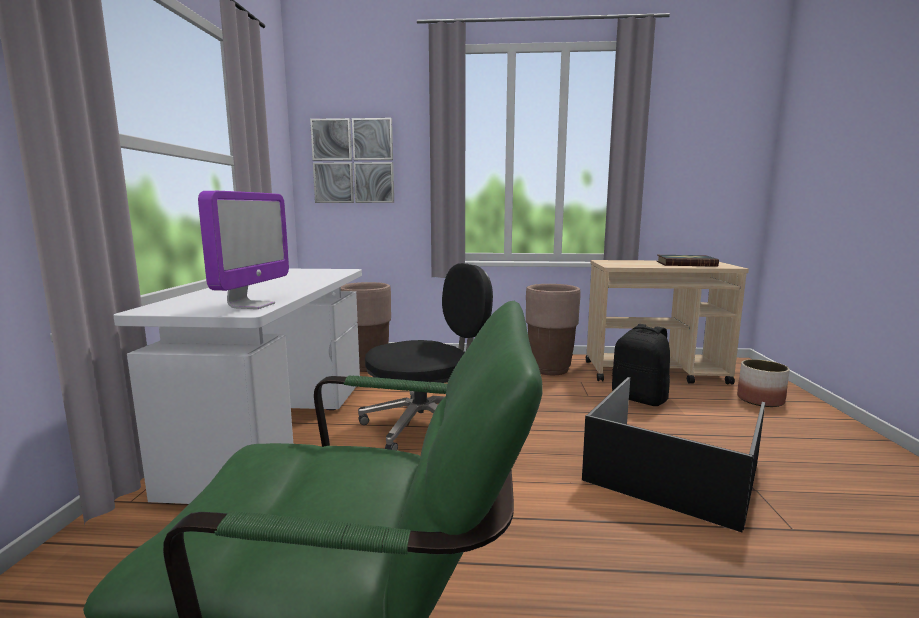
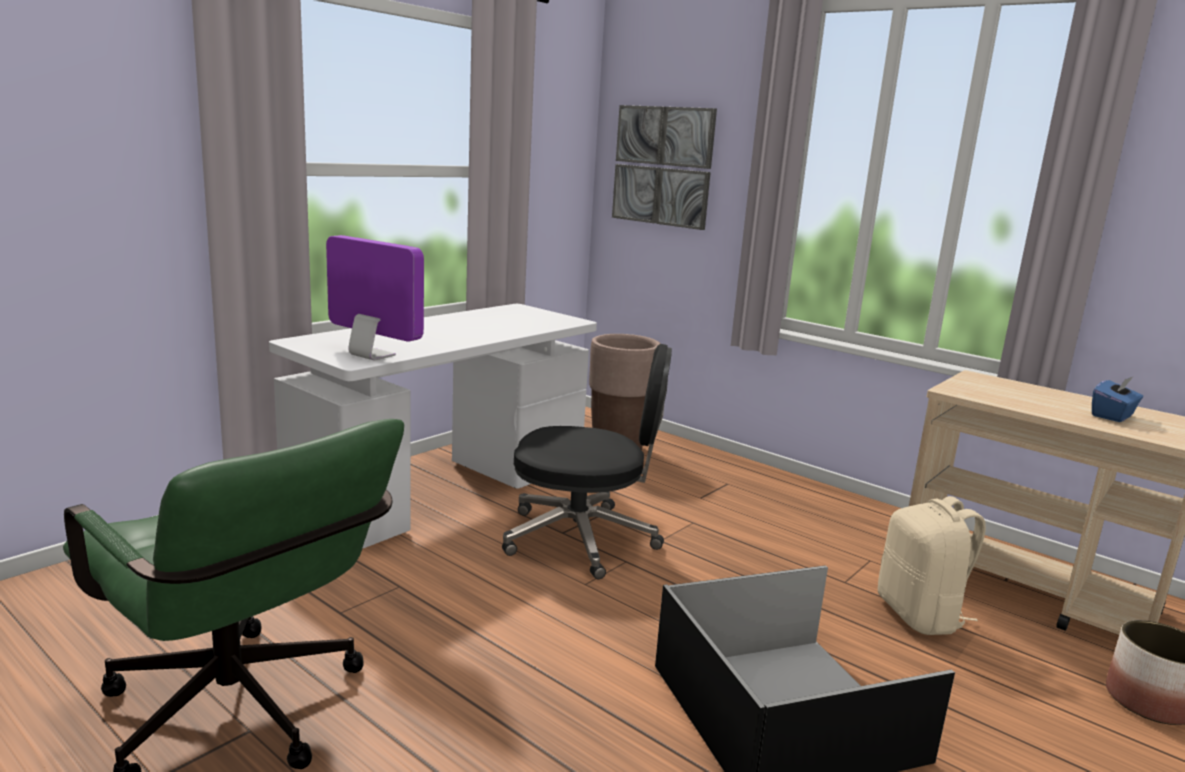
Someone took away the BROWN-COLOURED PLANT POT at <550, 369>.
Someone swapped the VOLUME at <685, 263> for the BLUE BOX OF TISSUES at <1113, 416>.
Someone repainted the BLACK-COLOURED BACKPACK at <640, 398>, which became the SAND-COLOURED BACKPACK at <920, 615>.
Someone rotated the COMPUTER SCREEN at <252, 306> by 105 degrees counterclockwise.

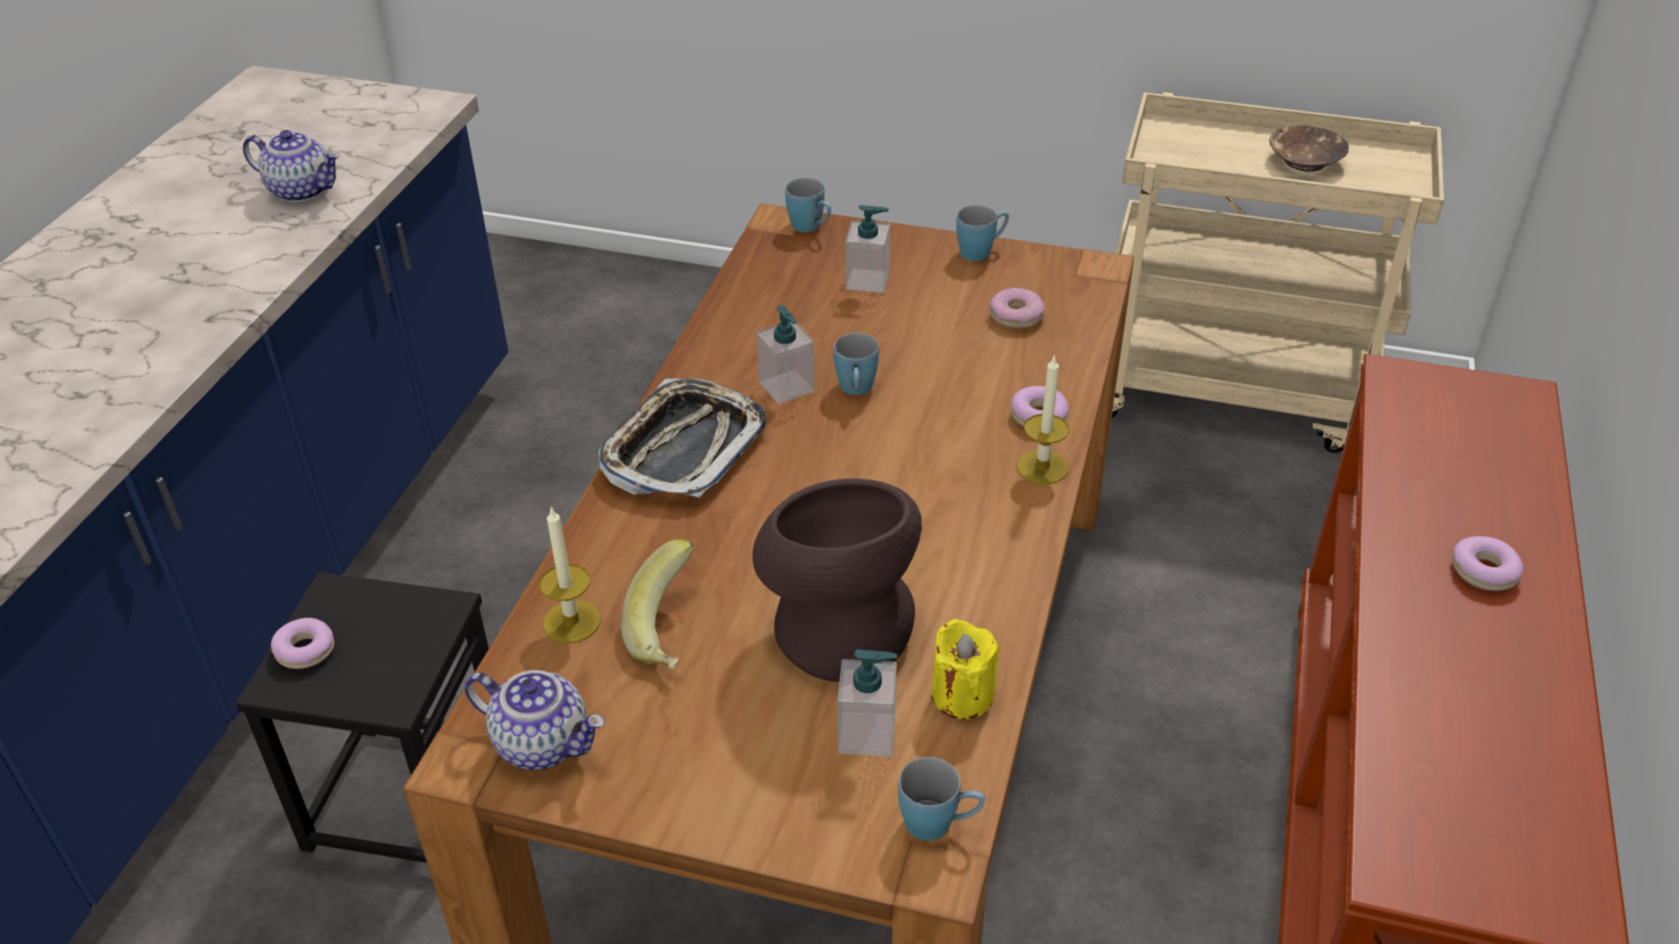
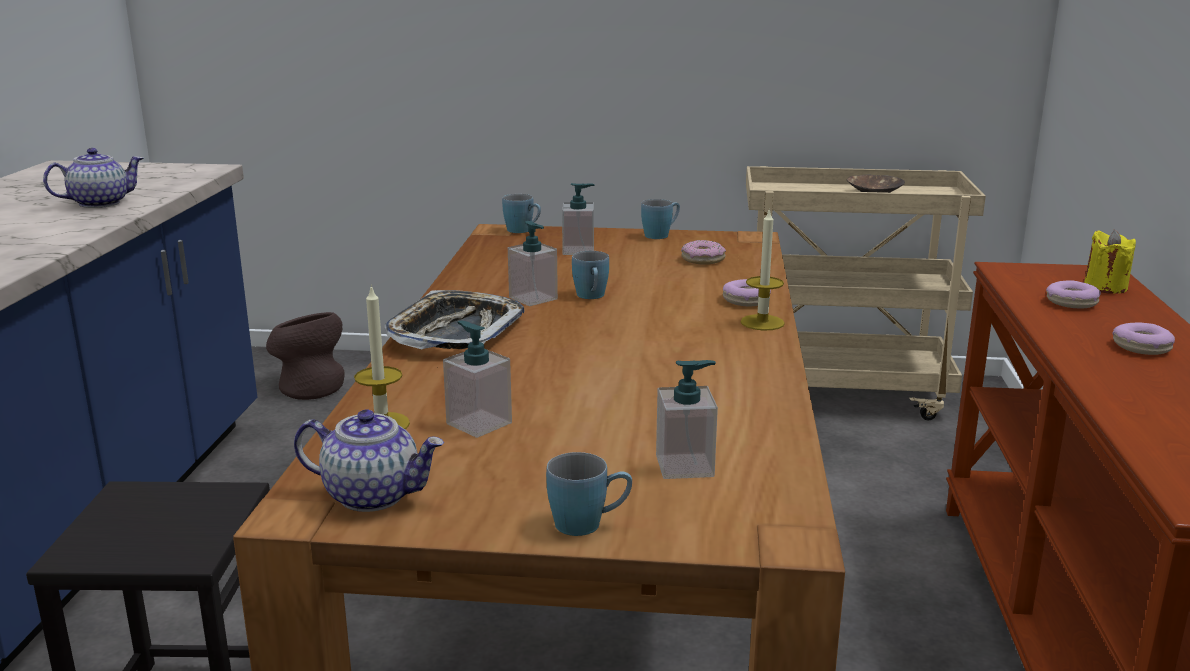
Someone carried the RING DOUGHNUT from <305, 650> to <1071, 302>.
Someone carried the BROWN-COLOURED FLOWER VASE from <837, 626> to <309, 386>.
Someone carried the BLUE TEA MUG from <939, 823> to <589, 524>.
Someone carried the YELLOWISH WAX CANDLE from <962, 695> to <1105, 287>.
Someone swapped the WHOLE BANANA at <672, 631> for the LIQUID SOAP BOTTLE at <478, 423>.
Someone rotated the POT FOR TEA at <302, 190> by 45 degrees counterclockwise.

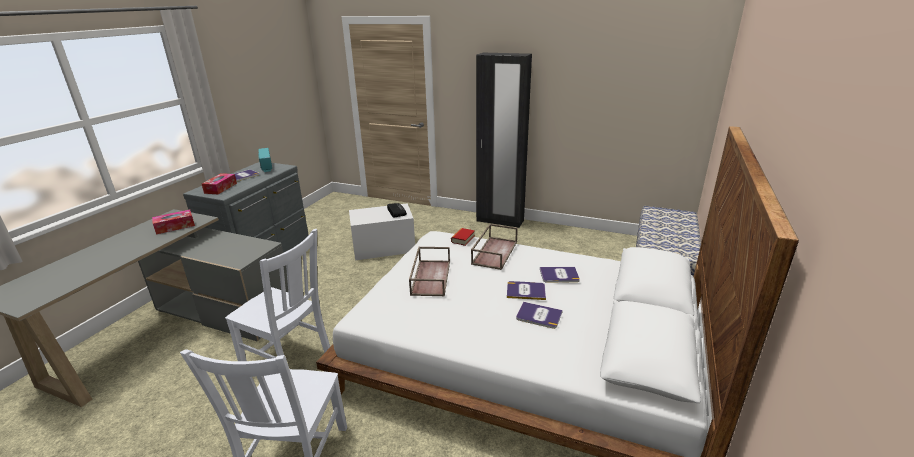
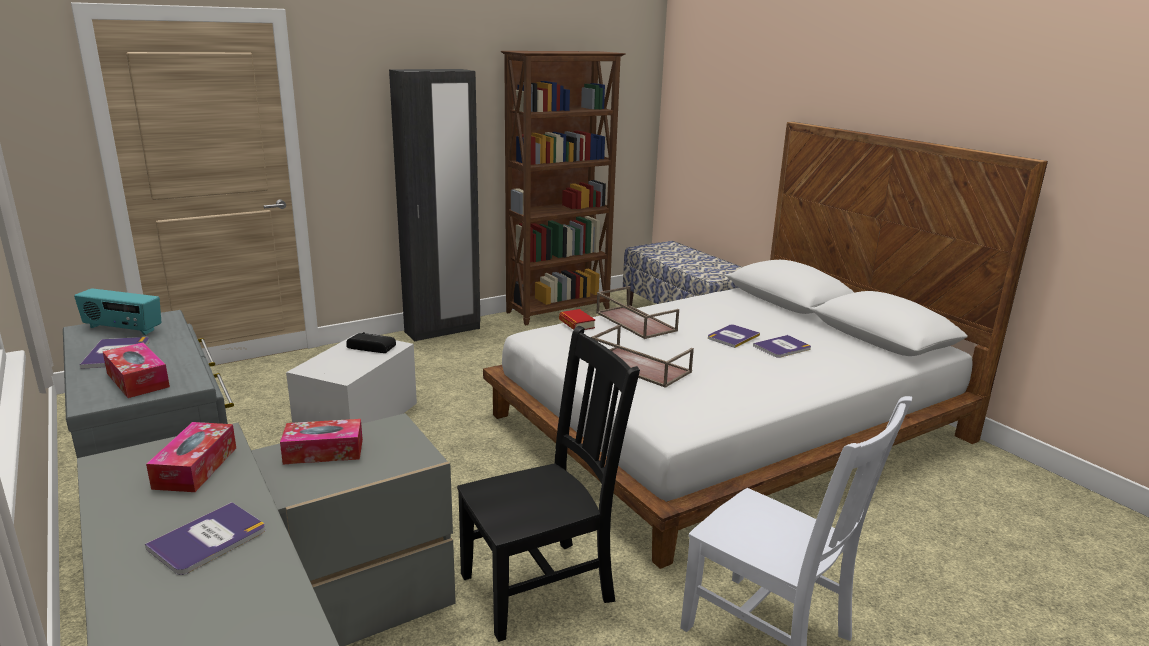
Someone put down the BOX OF TISSUES at <323, 451>.
Someone put down the BROWN-COLOURED BOOKCASE at <559, 311>.
Someone carried the VOLUME from <559, 275> to <208, 539>.
Someone repainted the WHITE UPRIGHT CHAIR at <288, 360>, which became the BLACK-COLOURED UPRIGHT CHAIR at <542, 586>.

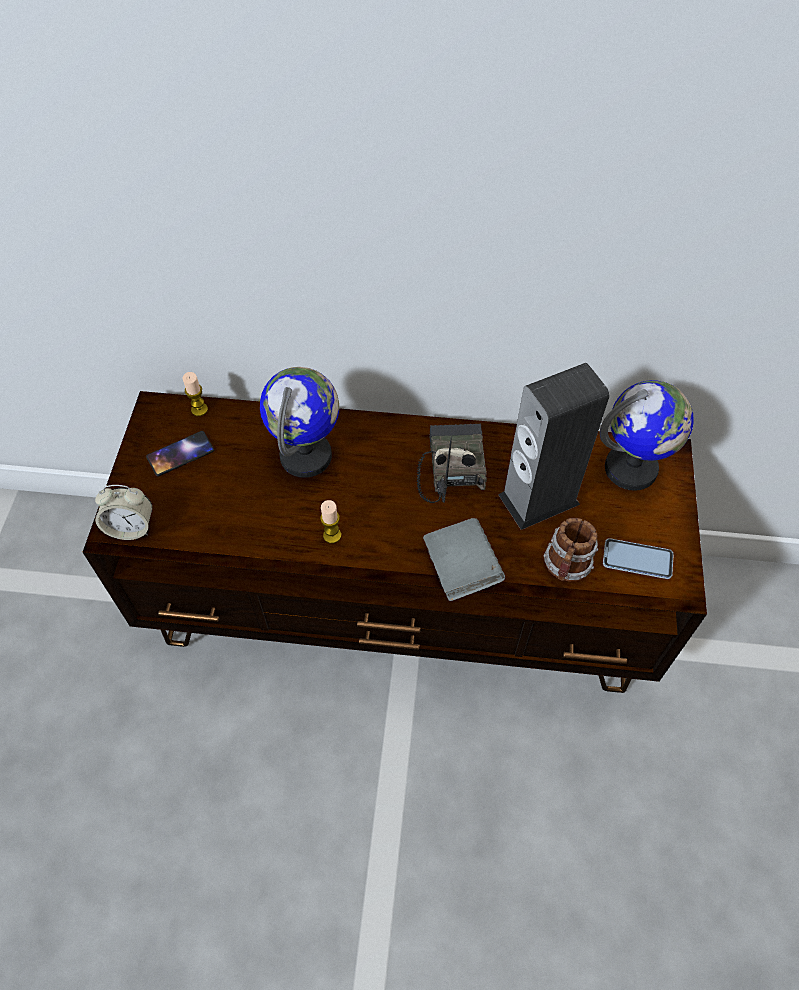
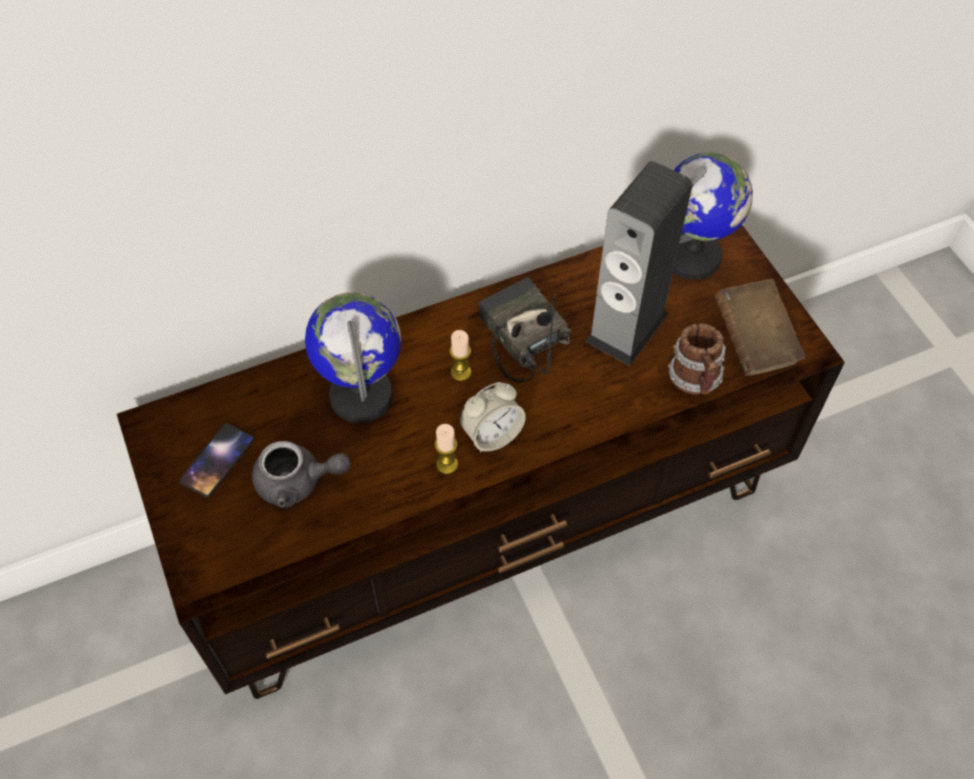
Someone took away the GRAY VOLUME at <461, 569>.
Someone put down the GRAY POT FOR TEA at <298, 482>.
Someone carried the BEDSIDE CLOCK from <131, 527> to <492, 435>.
Someone carried the WAX CANDLE from <199, 409> to <461, 372>.
Someone swapped the TELEPHONE at <637, 559> for the BROWN-COLOURED VOLUME at <753, 341>.

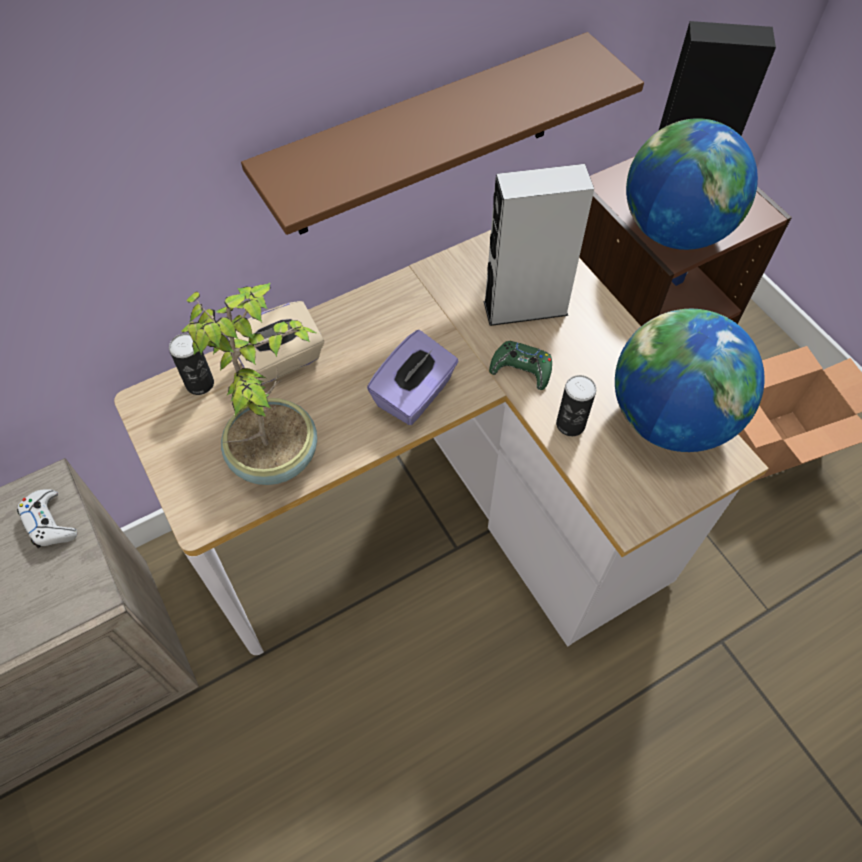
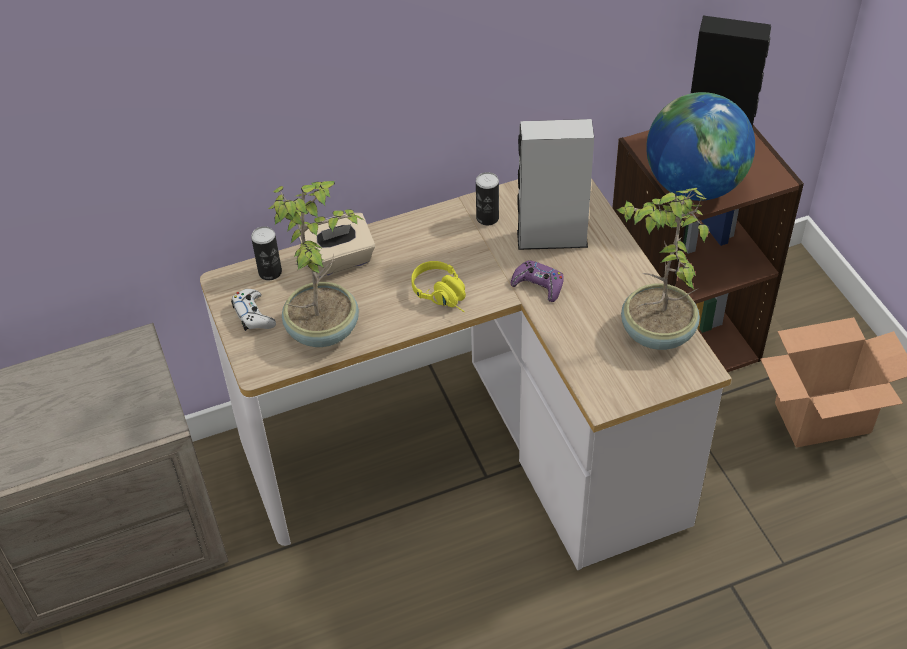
Someone took away the BROWN-COLOURED BRACKET SHELF at <425, 139>.
Someone carried the WHITE GAME CONTROLLER from <49, 523> to <253, 315>.
Someone carried the METAL CAN from <570, 424> to <487, 218>.
Someone swapped the PURPLE-COLOURED BOX OF TISSUES at <414, 394> for the YELLOWISH PAIR OF HEADPHONES at <444, 296>.
Someone swapped the WORLD GLOBE at <669, 418> for the HOUSEPLANT at <656, 333>.
Someone repainted the GREEN-COLOURED GAME CONTROLLER at <521, 369>, which became the PURPLE-COLOURED GAME CONTROLLER at <538, 285>.

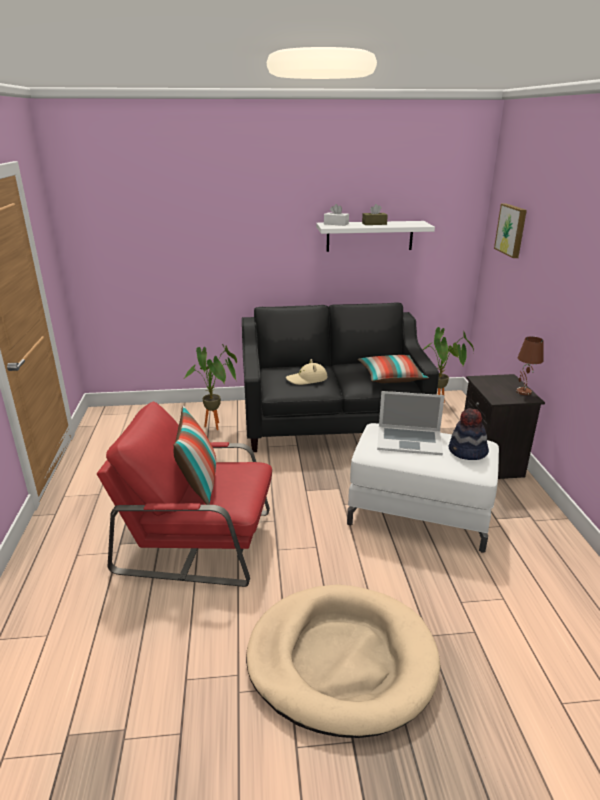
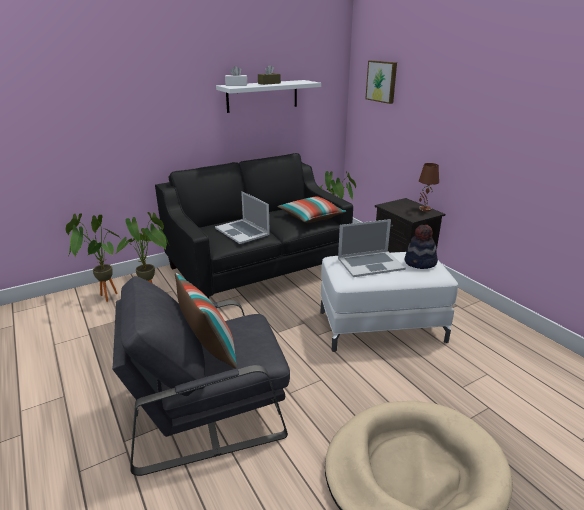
Someone put down the HOUSEPLANT at <103, 298>.
Someone swapped the SAND-COLOURED WEARABLE HAT at <307, 379> for the PORTABLE COMPUTER at <242, 231>.
Someone repainted the REDDISH ARMCHAIR at <198, 540>, which became the GRAY ARMCHAIR at <207, 409>.

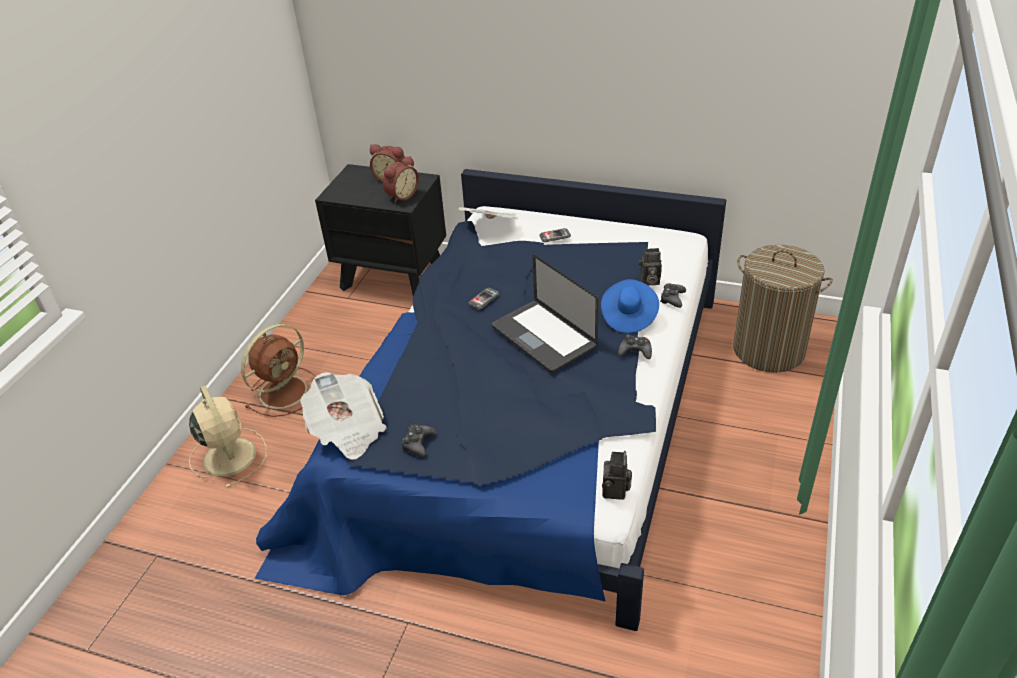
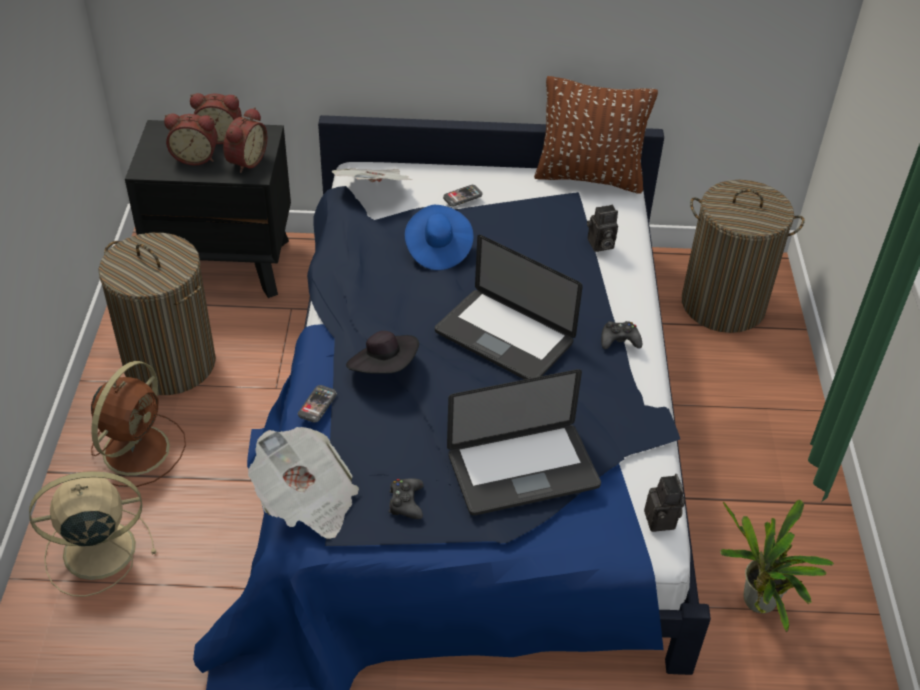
Someone took away the BLACK-COLOURED GAME CONTROLLER at <672, 298>.
Someone put down the LAUNDRY BASKET at <170, 363>.
Someone put down the BEDSIDE CLOCK at <195, 157>.
Someone put down the BLACK-COLOURED WEARABLE HAT at <384, 368>.
Someone put down the PORTABLE COMPUTER at <523, 471>.
Someone put down the BROWN-COLOURED THROW PILLOW at <589, 177>.
Someone put down the HOUSEPLANT at <757, 606>.
Someone carried the TELEPHONE from <484, 299> to <317, 405>.
Someone carried the BLUE WEARABLE HAT from <628, 316> to <437, 250>.
Someone rotated the SAND-COLOURED ELECTRIC FAN at <229, 455> by 60 degrees counterclockwise.

